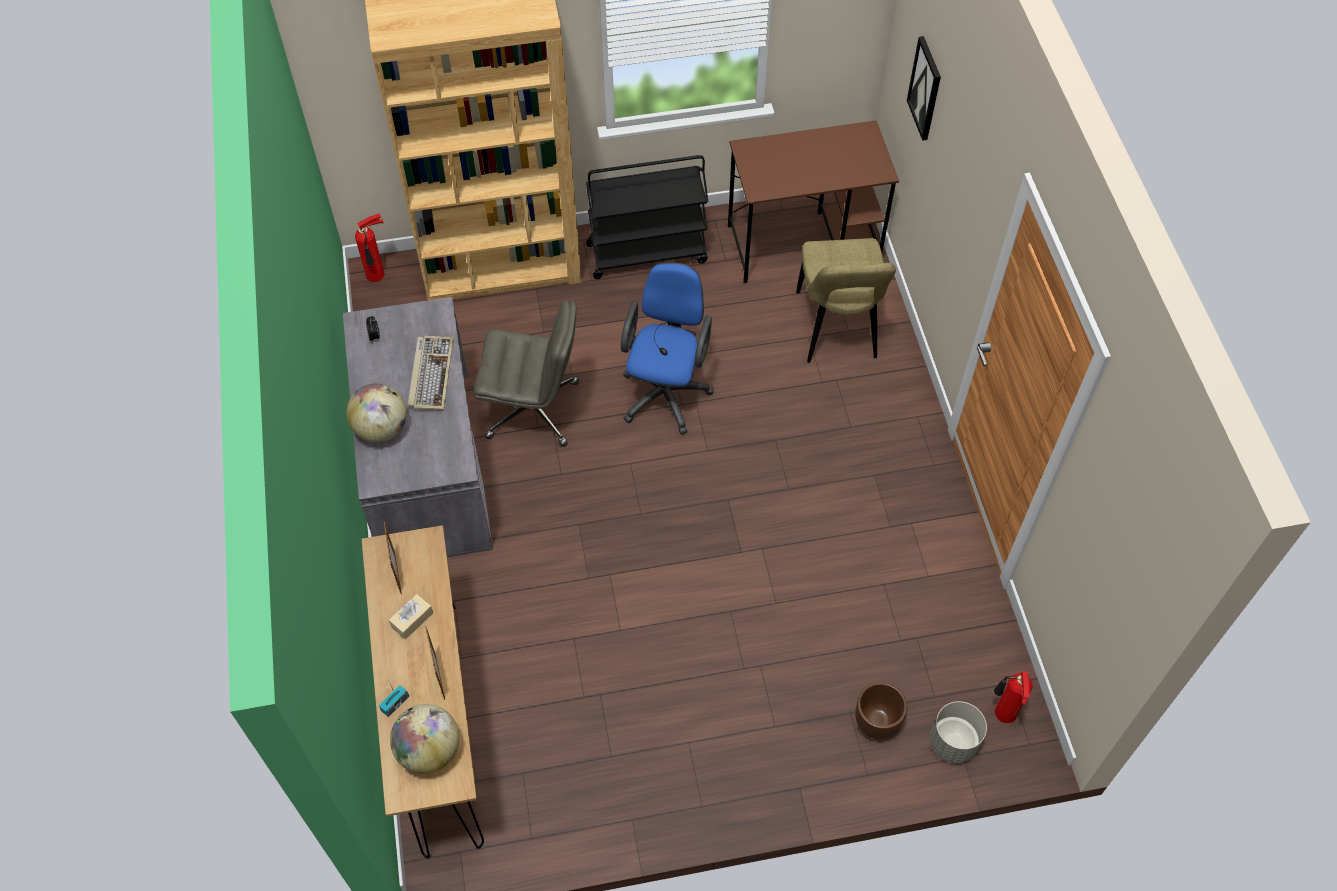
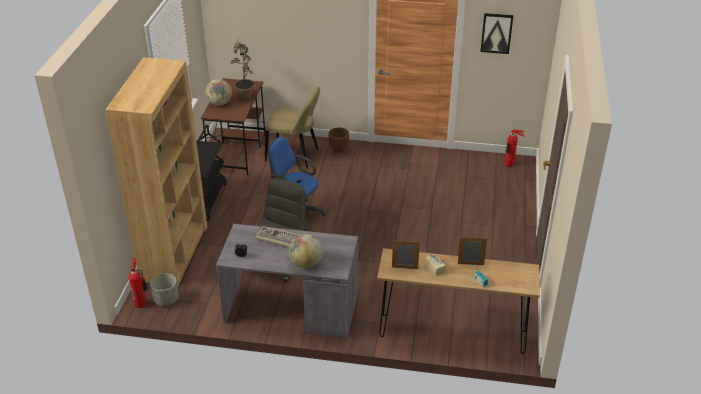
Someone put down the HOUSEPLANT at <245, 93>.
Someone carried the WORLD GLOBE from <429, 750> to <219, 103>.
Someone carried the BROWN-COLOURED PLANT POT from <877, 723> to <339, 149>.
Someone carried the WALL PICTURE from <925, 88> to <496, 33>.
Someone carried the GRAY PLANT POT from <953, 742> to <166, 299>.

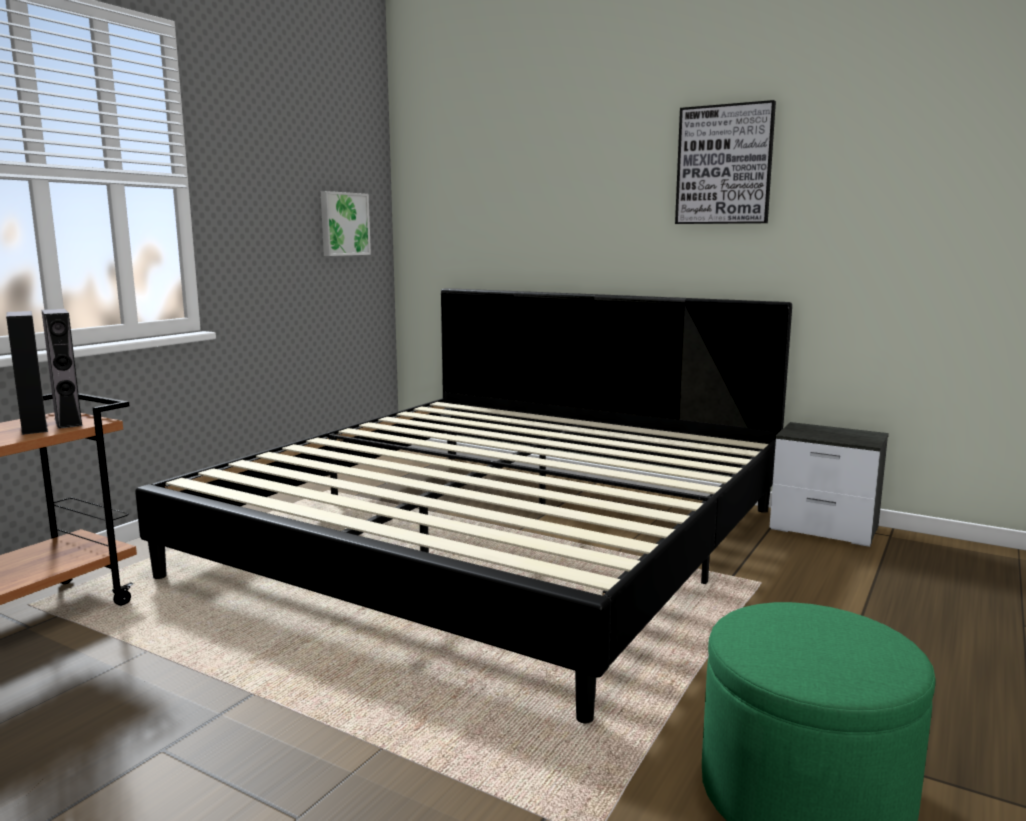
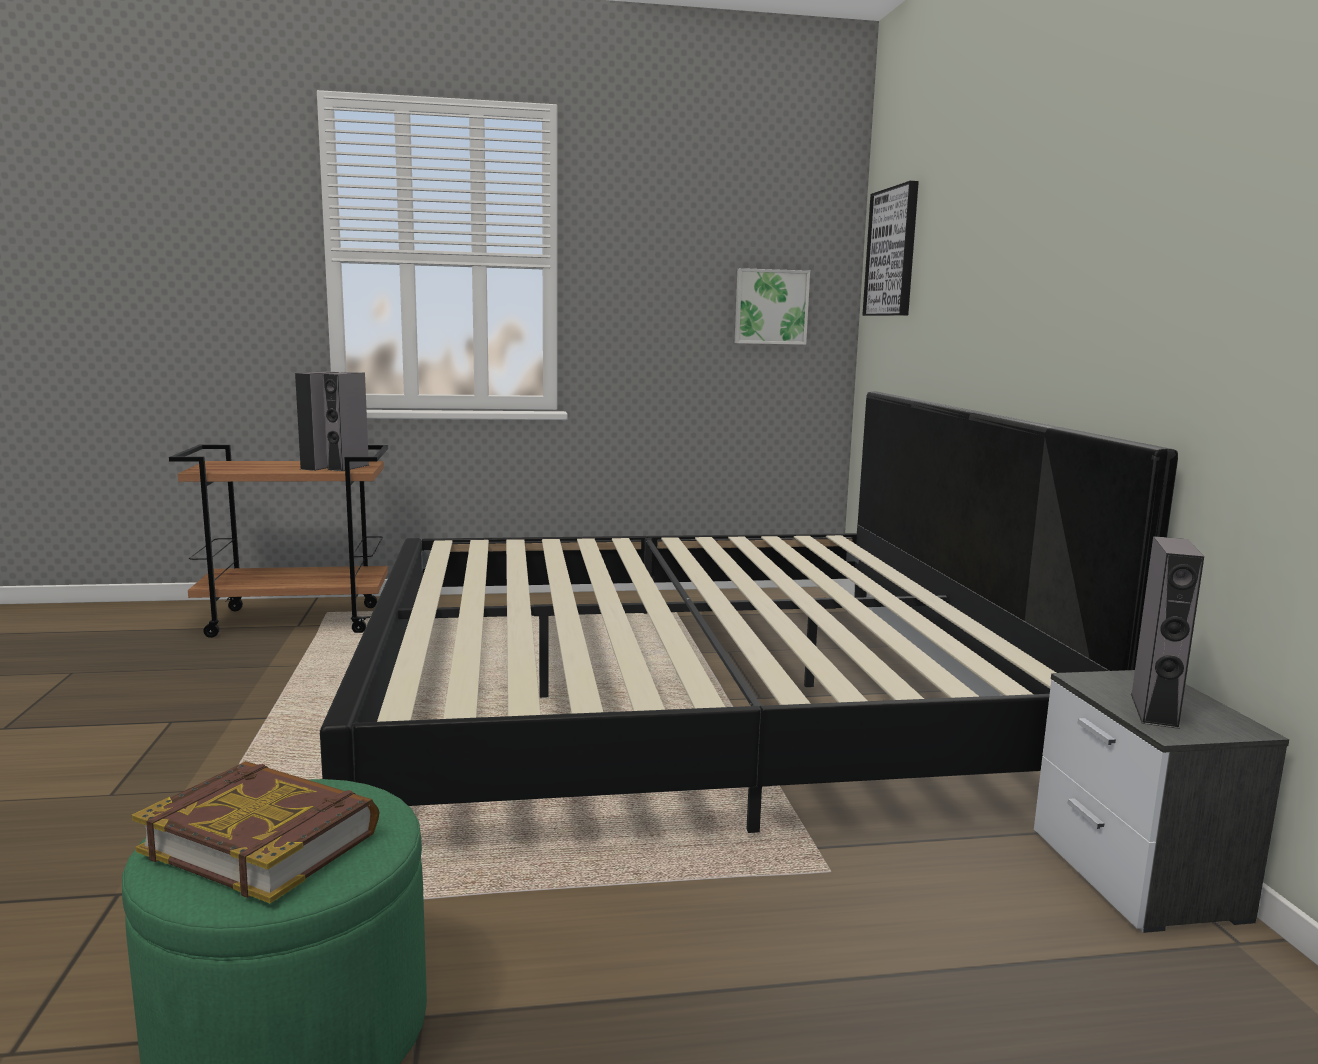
Someone put down the VOLUME at <261, 840>.
Someone put down the GRAY SPEAKER at <1154, 710>.
Someone carried the WALL PICTURE from <724, 165> to <892, 252>.

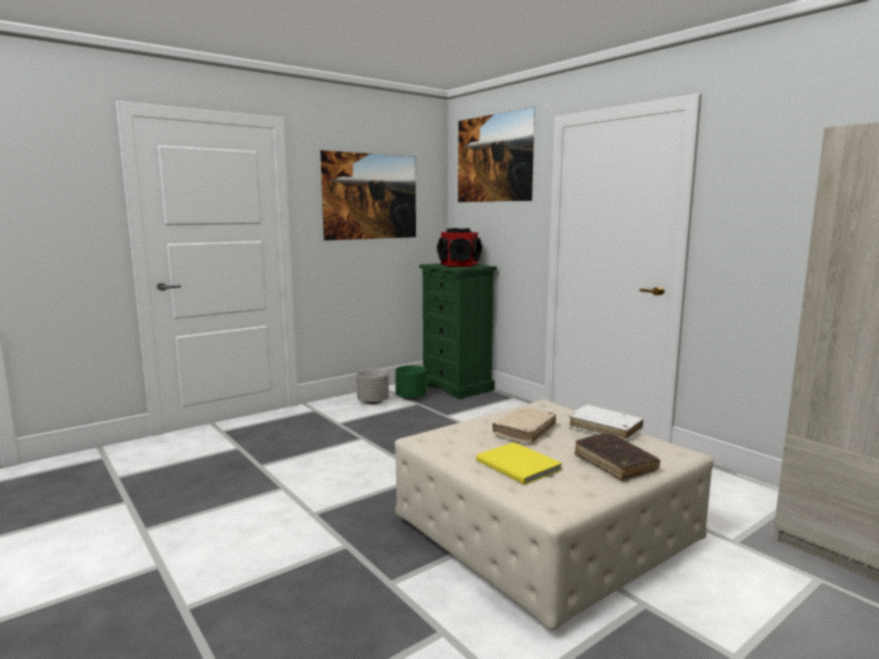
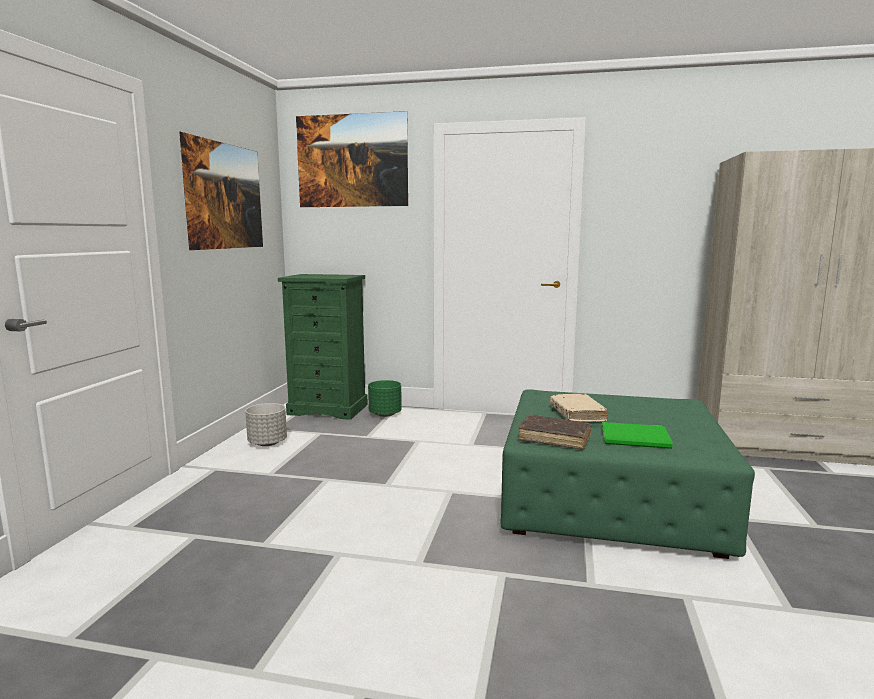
Someone took away the SPEAKER at <460, 265>.
Someone took away the WHITE VOLUME at <605, 429>.
Someone carried the GREEN-COLOURED PLANT POT from <411, 397> to <385, 414>.
Someone carried the BROWN-COLOURED VOLUME from <615, 463> to <554, 439>.
Someone repainted the SAND-COLOURED POUFFE at <544, 532>, which became the GREEN-COLOURED POUFFE at <609, 499>.
Someone repainted the YELLOWISH VOLUME at <518, 466>, which became the GREEN-COLOURED VOLUME at <637, 438>.

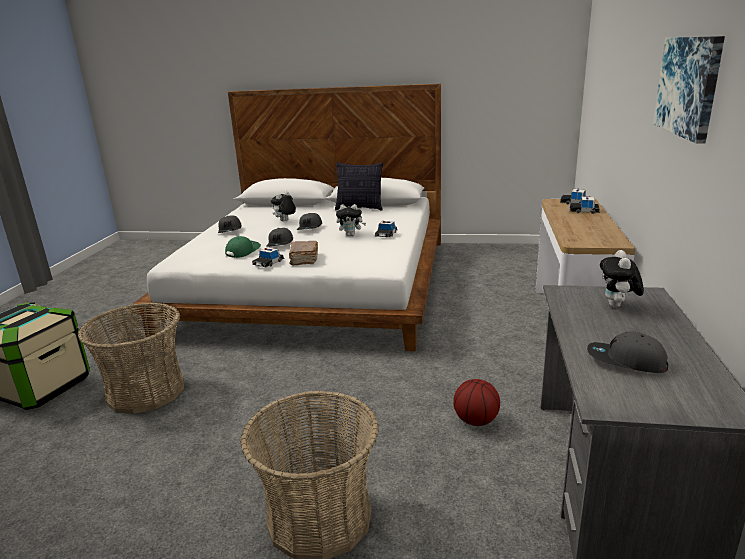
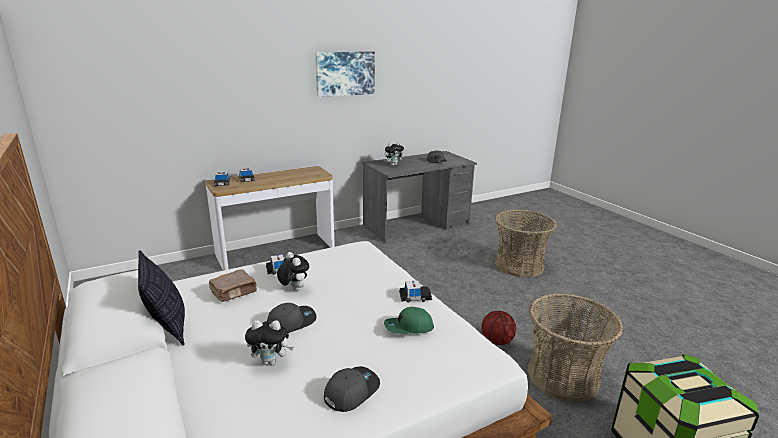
Someone took away the GRAY BASEBALL CAP at <280, 244>.
Someone carried the BROWN-COLOURED VOLUME from <304, 259> to <234, 292>.
Someone carried the BASKETBALL BALL from <476, 421> to <497, 341>.

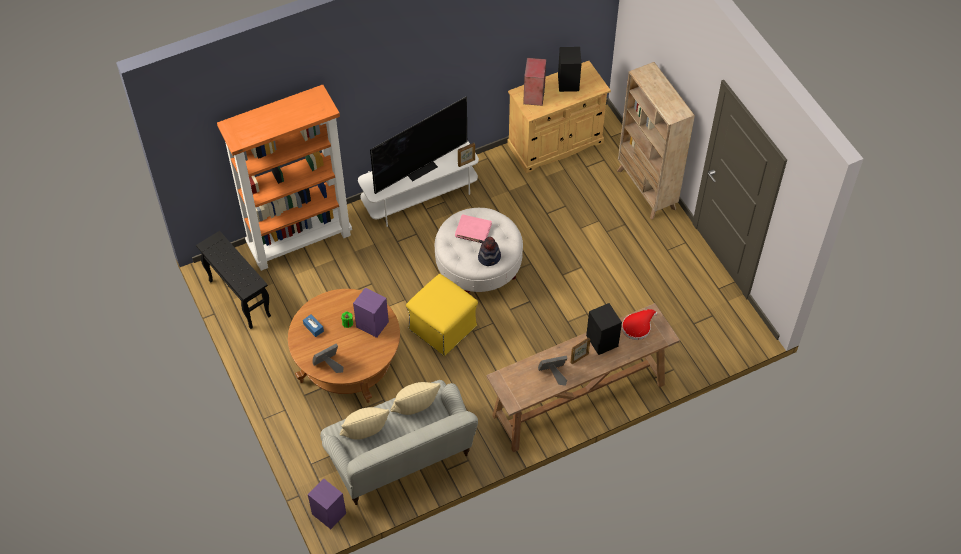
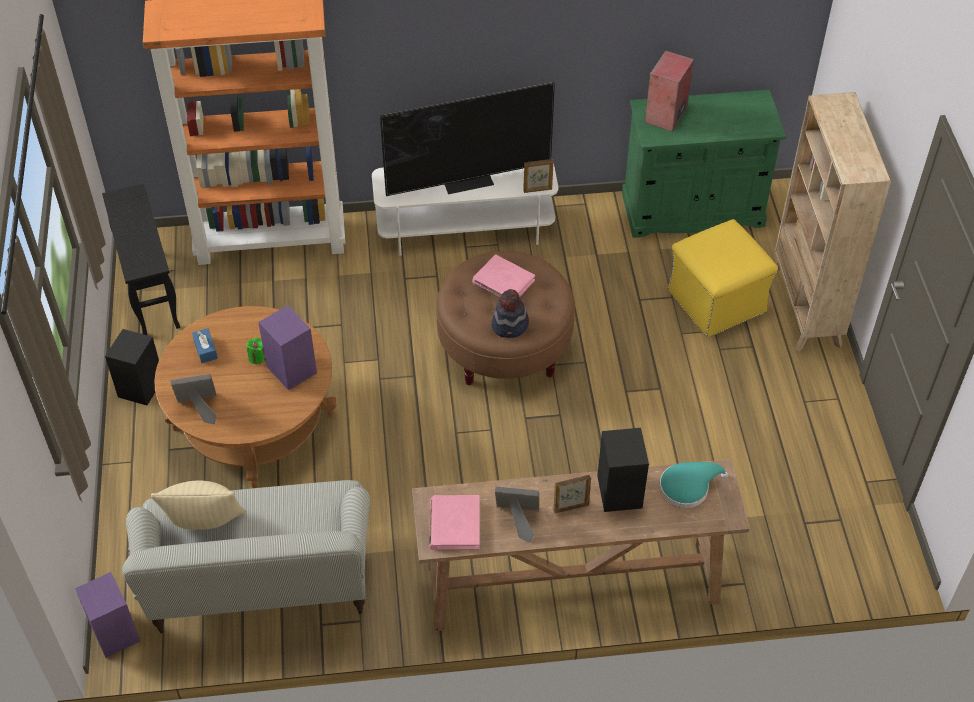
Someone took away the SAND-COLOURED THROW PILLOW at <415, 408>.
Someone put down the PINK-COLOURED VOLUME at <454, 524>.
Someone carried the YELLOWISH POUFFE from <443, 328> to <717, 302>.
Someone carried the BLACK-COLOURED SPEAKER from <568, 82> to <141, 386>.
Someone repainted the WHITE POUFFE at <478, 268>, which became the BROWN-COLOURED POUFFE at <505, 347>.
Someone repainted the SAND-COLOURED CABINET at <555, 144>, which became the GREEN-COLOURED CABINET at <693, 210>.
Someone repainted the REDDISH WEARABLE HAT at <638, 326>, which became the BLUE-GREEN WEARABLE HAT at <688, 487>.

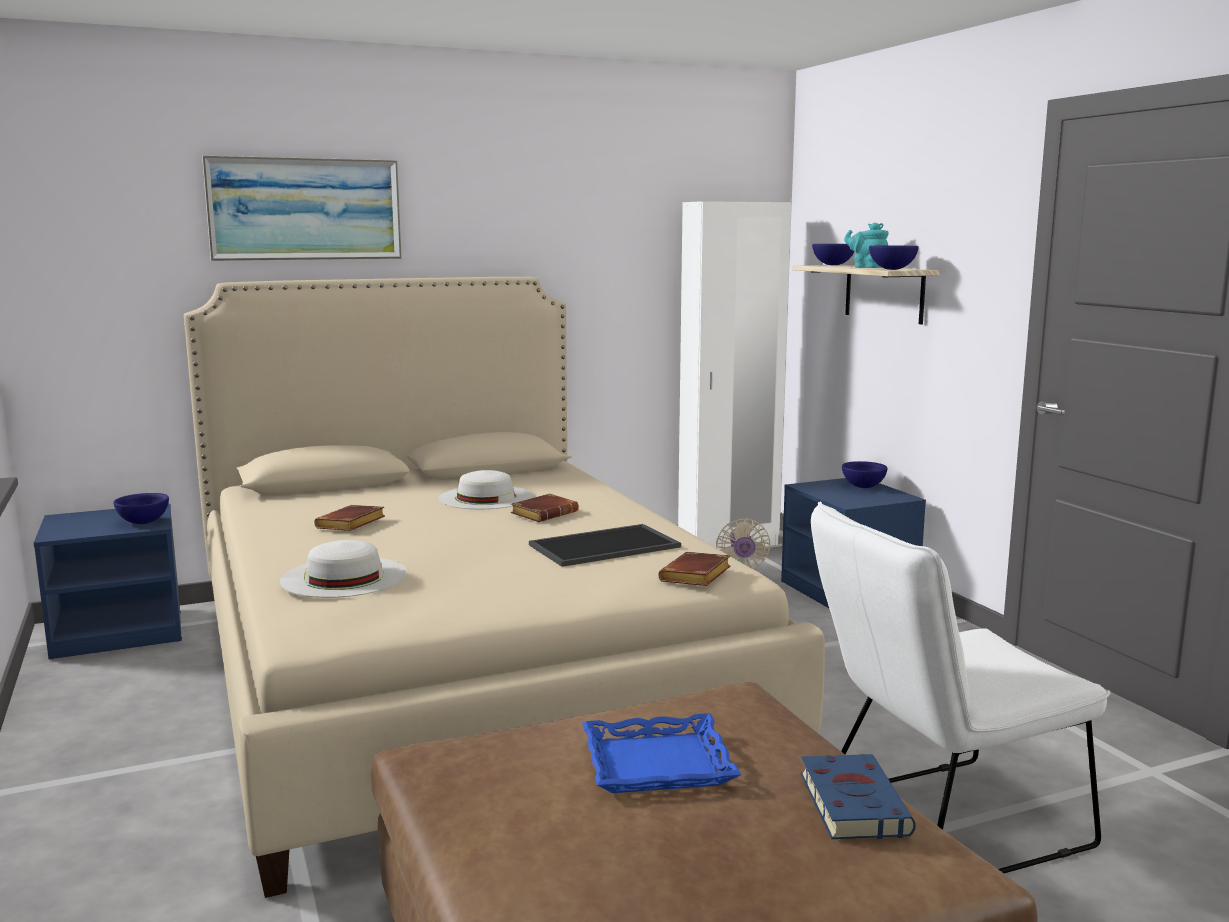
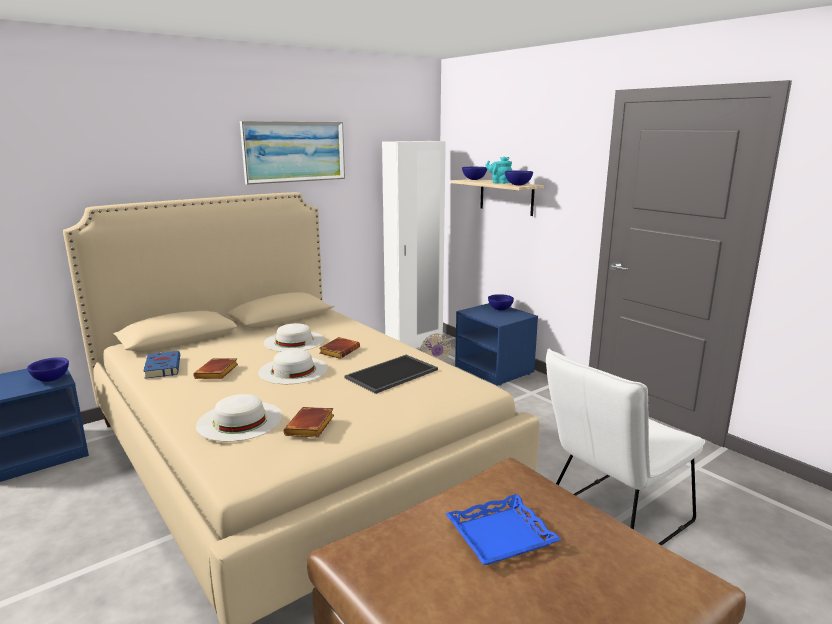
Someone put down the WHITE WEARABLE HAT at <293, 370>.
Someone carried the WALL PICTURE from <305, 209> to <294, 151>.
Someone carried the BROWN-COLOURED VOLUME from <696, 577> to <311, 427>.
Someone carried the BLUE VOLUME from <851, 802> to <163, 367>.

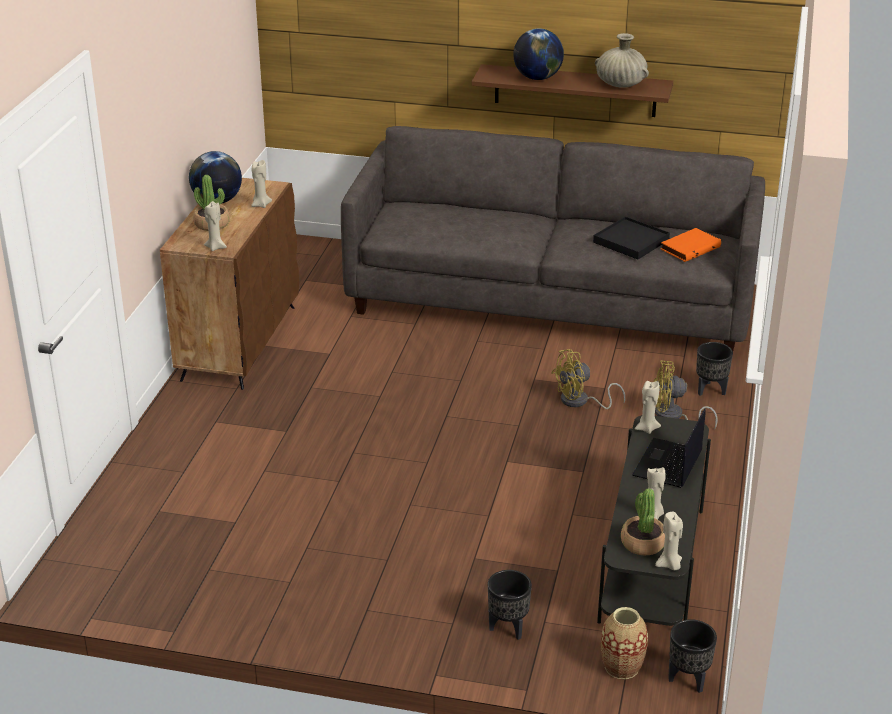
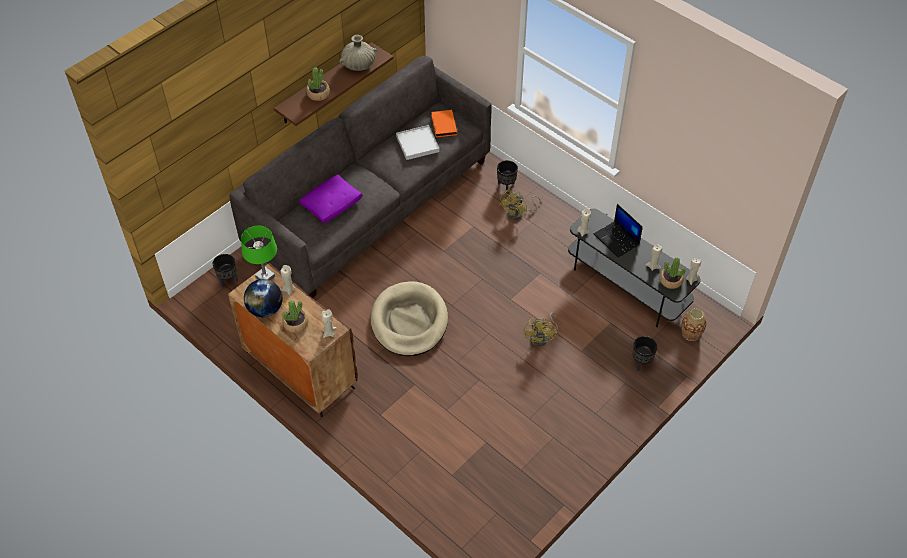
Someone put down the GREEN-COLOURED LAMP FOR A TABLE at <265, 277>.
Someone put down the PURPLE-COLOURED THROW PILLOW at <332, 204>.
Someone put down the SAND-COLOURED DOG CUSHION at <409, 321>.
Someone carried the YELLOWISH ELECTRIC FAN from <580, 402> to <542, 337>.
Someone carried the BLACK-COLOURED PLANT POT from <688, 679> to <228, 280>.
Someone swapped the WORLD GLOBE at <537, 78> for the HOUSEPLANT at <318, 94>.
Someone repainted the BLACK-COLOURED CARRYING TRAY at <631, 241>, which became the WHITE CARRYING TRAY at <417, 144>.

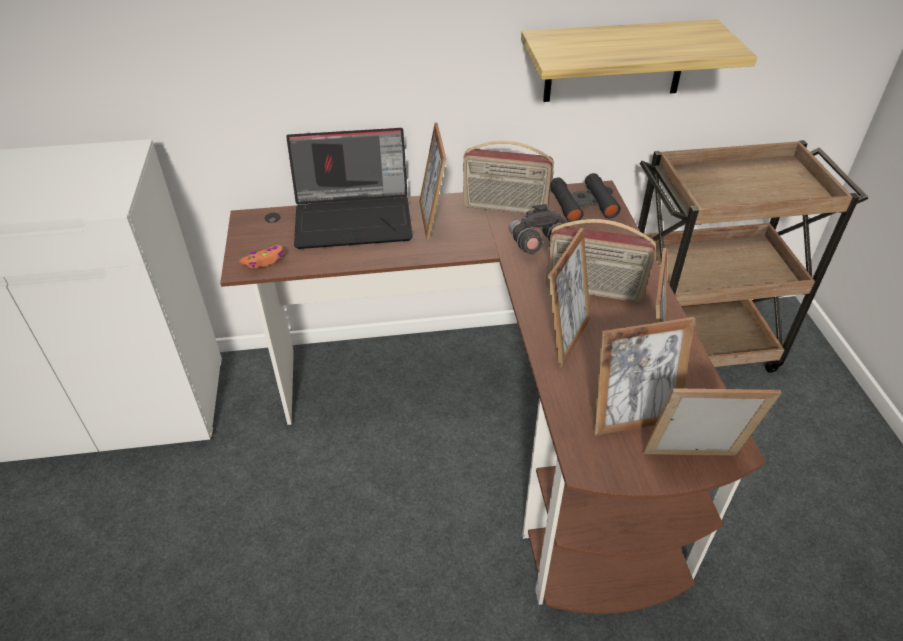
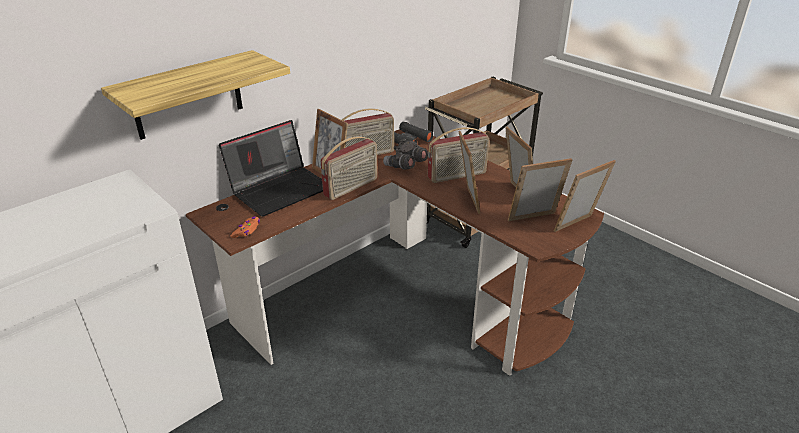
Someone put down the RADIO RECEIVER at <351, 188>.
Someone carried the BRACKET SHELF from <615, 61> to <187, 95>.
Someone rotated the PICTURE FRAME at <631, 418> by 150 degrees counterclockwise.

